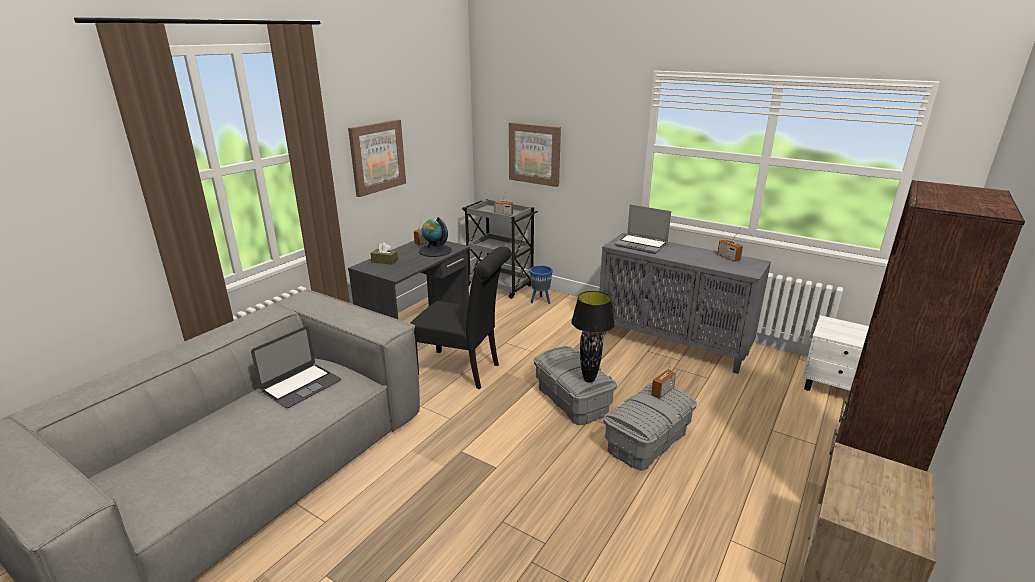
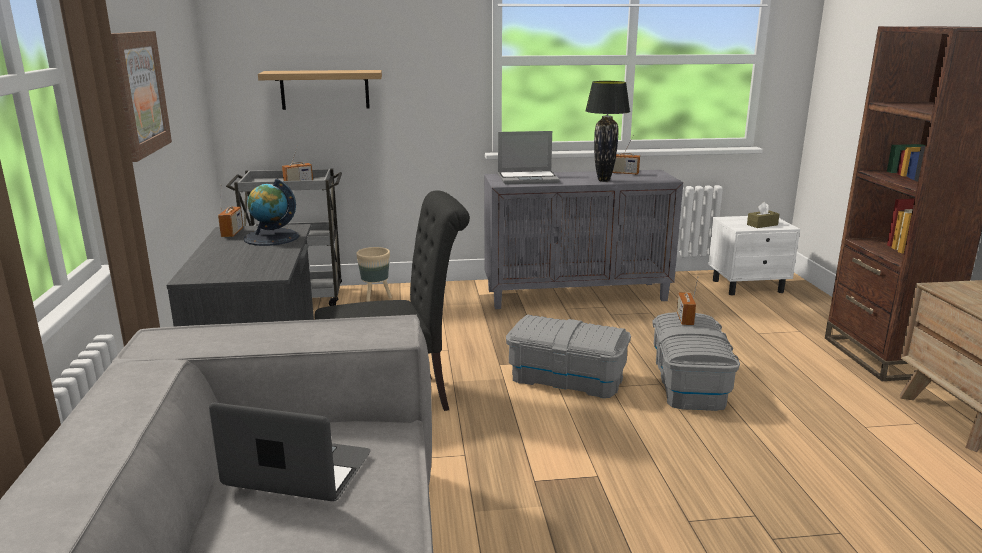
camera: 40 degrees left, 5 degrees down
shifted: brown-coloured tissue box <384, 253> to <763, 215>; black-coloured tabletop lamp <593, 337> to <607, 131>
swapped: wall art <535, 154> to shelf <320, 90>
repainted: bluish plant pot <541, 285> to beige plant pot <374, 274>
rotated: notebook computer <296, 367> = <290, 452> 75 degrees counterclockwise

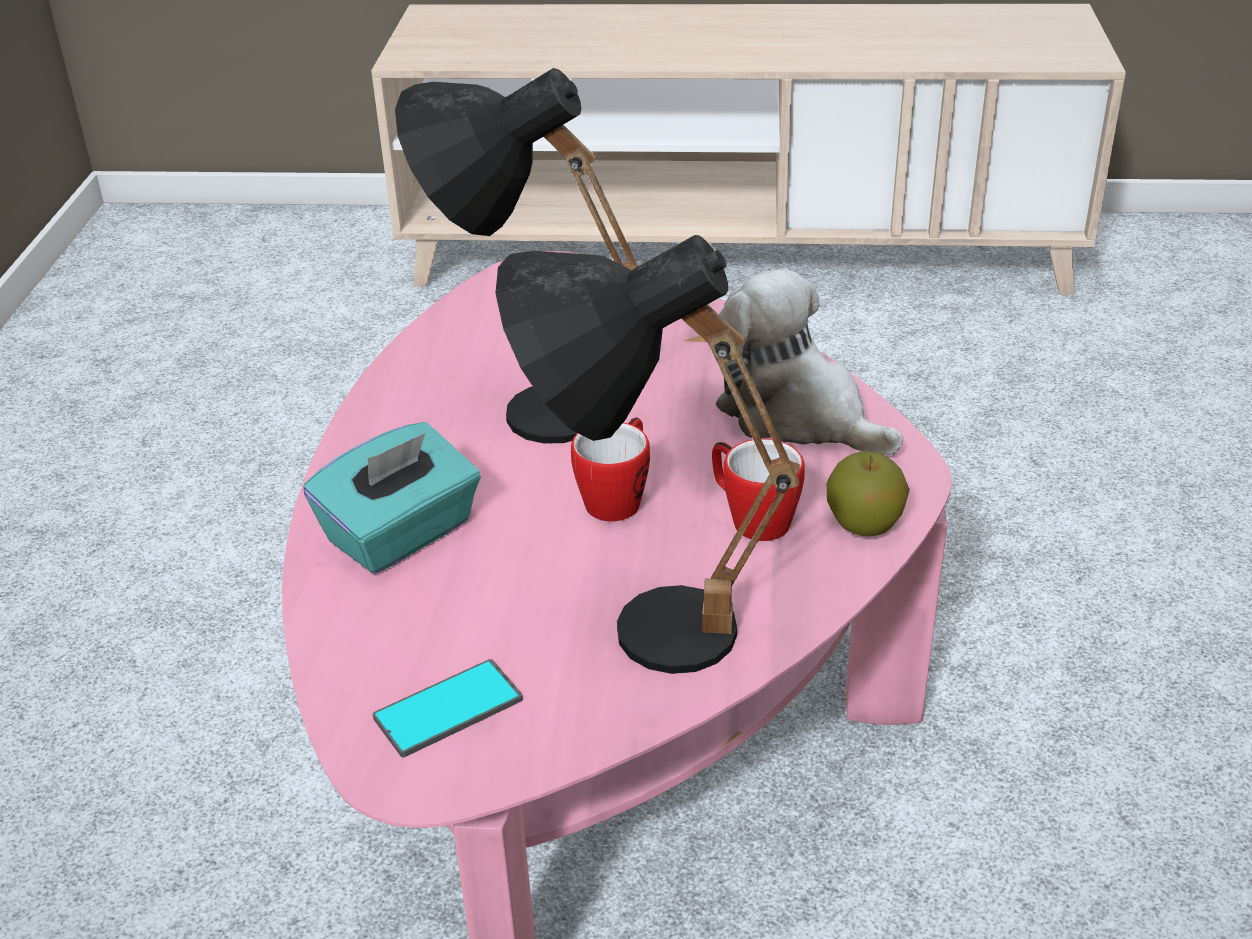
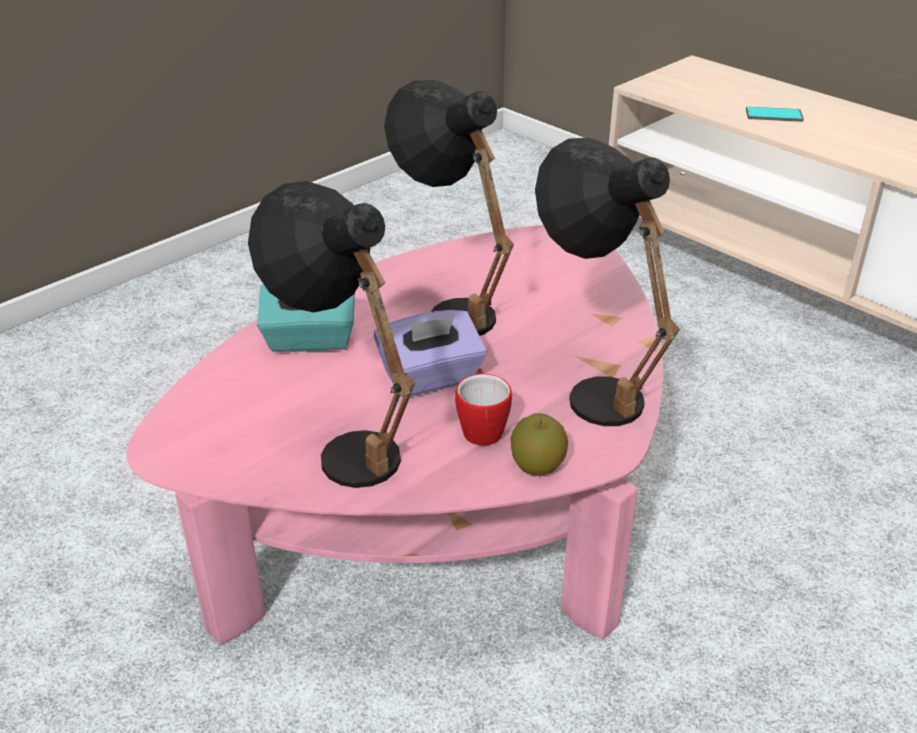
camera: 40 degrees right, 0 degrees up
shifted: phone <448, 708> to <775, 114>
swapped: tea mug <610, 469> to purple tissue box <430, 354>; soft toy <809, 362> to black-coloured tabletop lamp <607, 282>

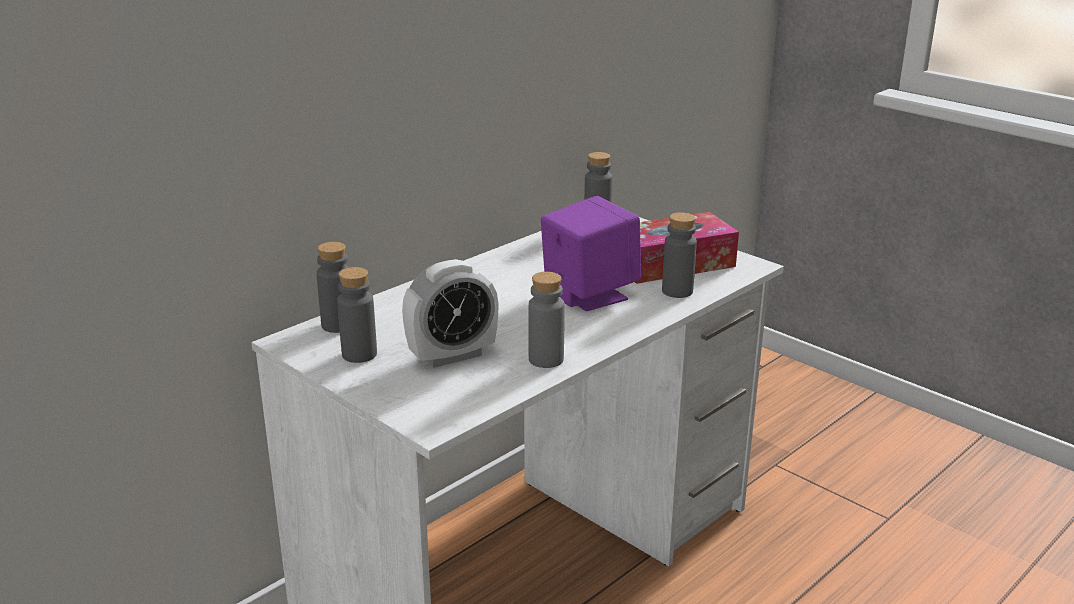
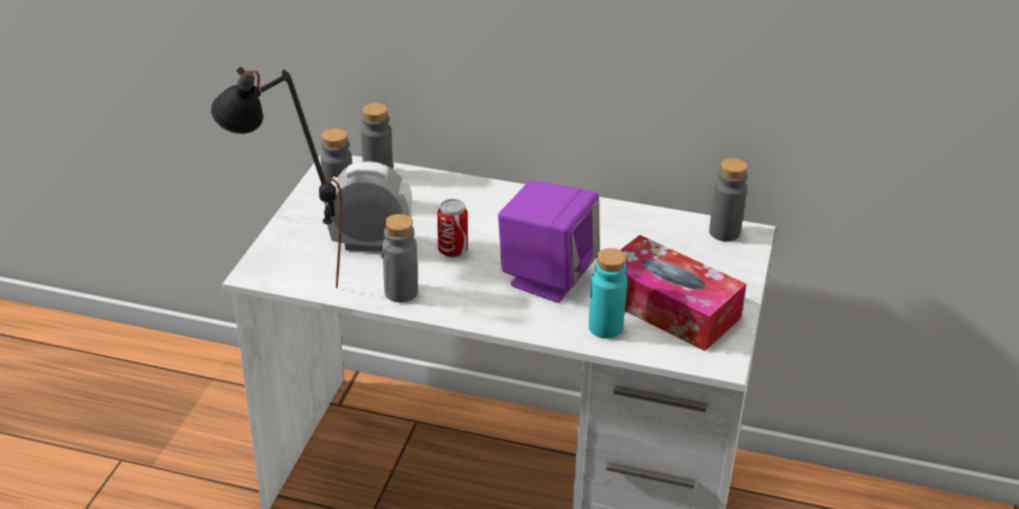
camera: 60 degrees right, 10 degrees up
new: black-coloured tabletop lamp <277, 177>; metal can <452, 228>
repainted: grey bottle <679, 255> to blue-green bottle <608, 293>
rotated: bedside clock <450, 313> = <368, 206> 150 degrees clockwise

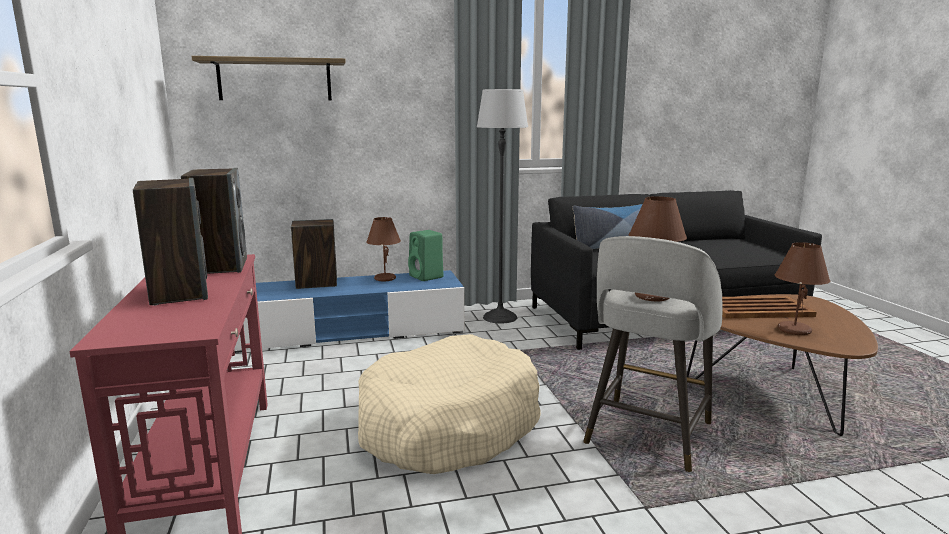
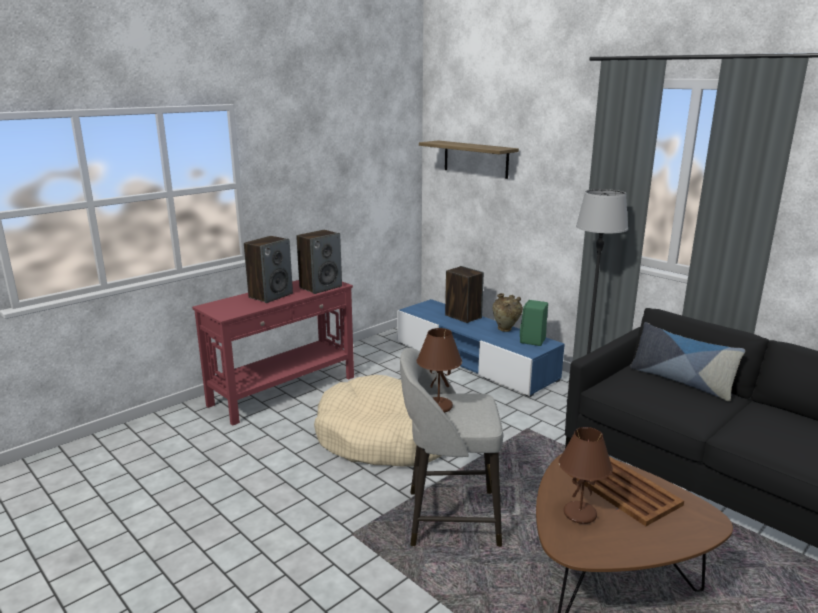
camera: 60 degrees right, 5 degrees up
swapped: brown-coloured tabletop lamp <383, 249> to beige flower vase <508, 312>

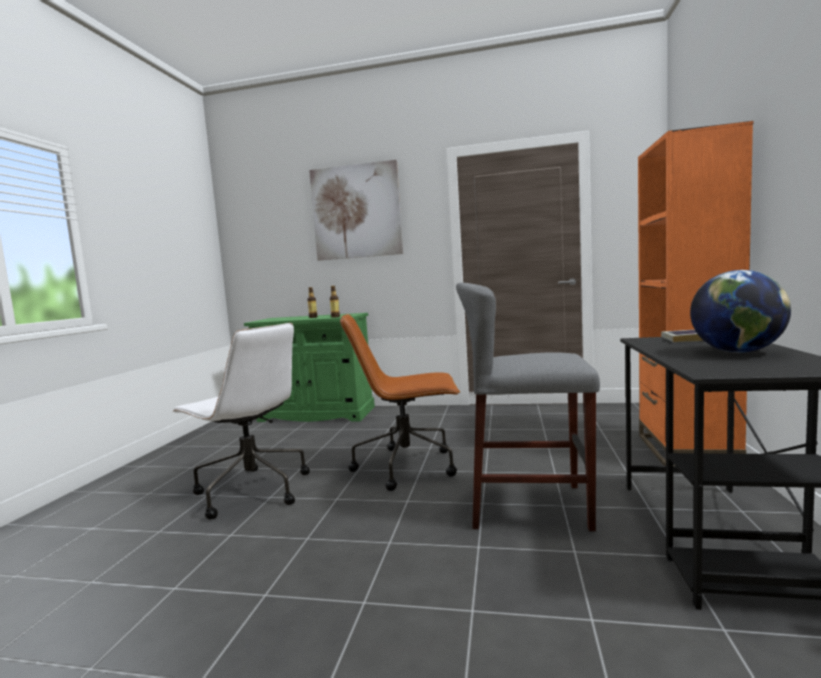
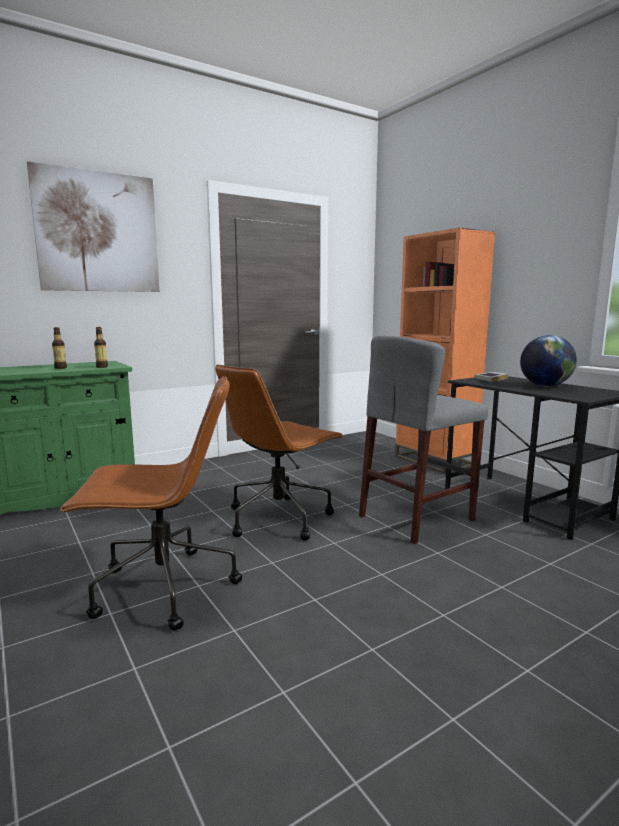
camera: 45 degrees left, 5 degrees up
repainted: whitish desk chair <241, 421> to brown-coloured desk chair <150, 503>

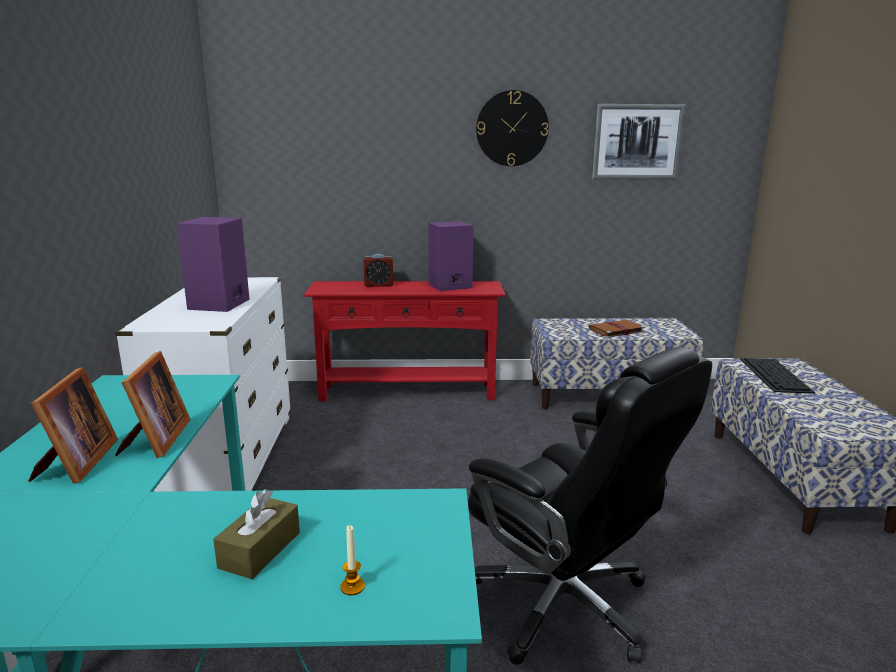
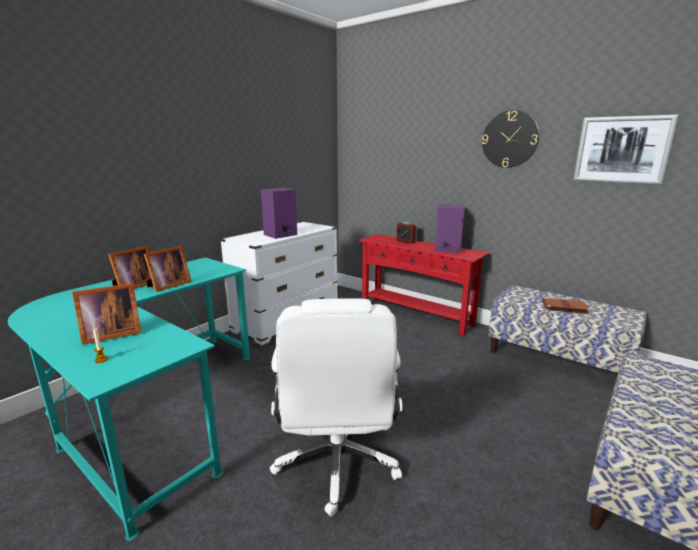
camera: 40 degrees right, 0 degrees up
gone: keyboard <777, 376>
swapped: brown-coloured tissue box <256, 534> to photo frame <106, 314>
repainted: black-coloured desk chair <590, 506> to whitish desk chair <336, 407>

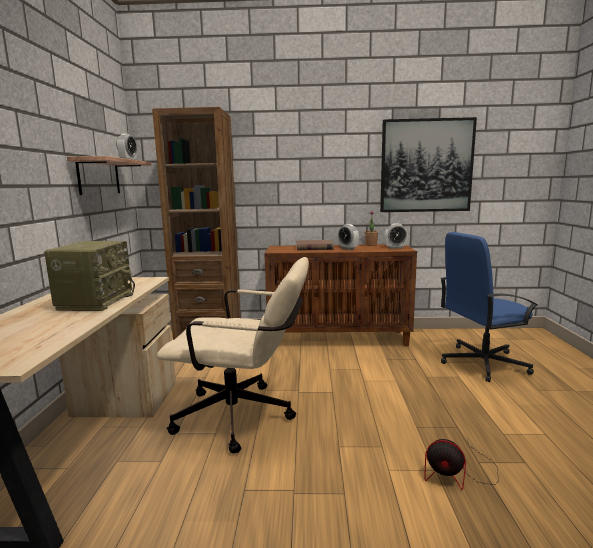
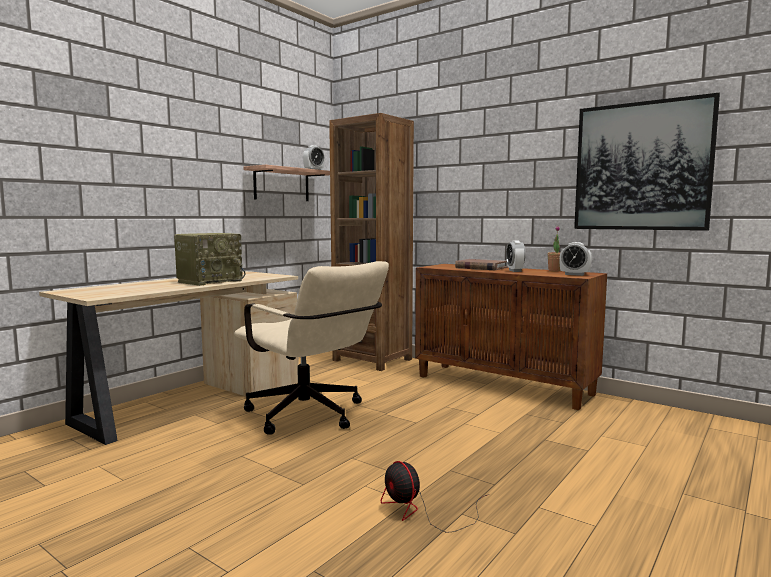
camera: 35 degrees right, 5 degrees down
gone: bluish desk chair <489, 307>

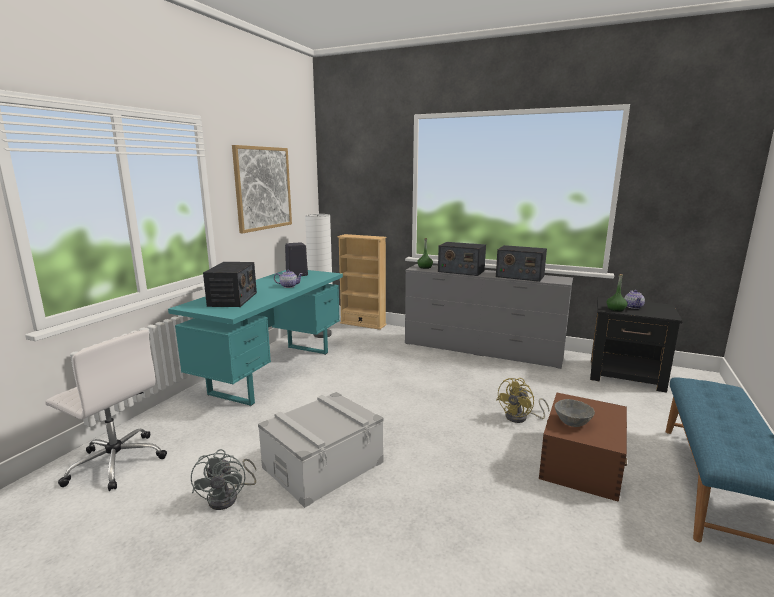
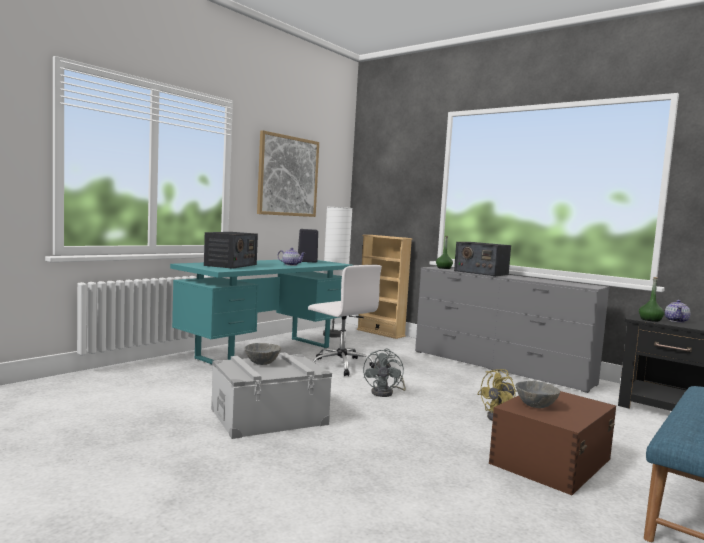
camera: 15 degrees right, 10 degrees down
gone: radio set <521, 263>
new: grey serving bowl <263, 354>
shifted: whitish desk chair <106, 410> to <345, 320>; grey fan <223, 479> to <384, 372>

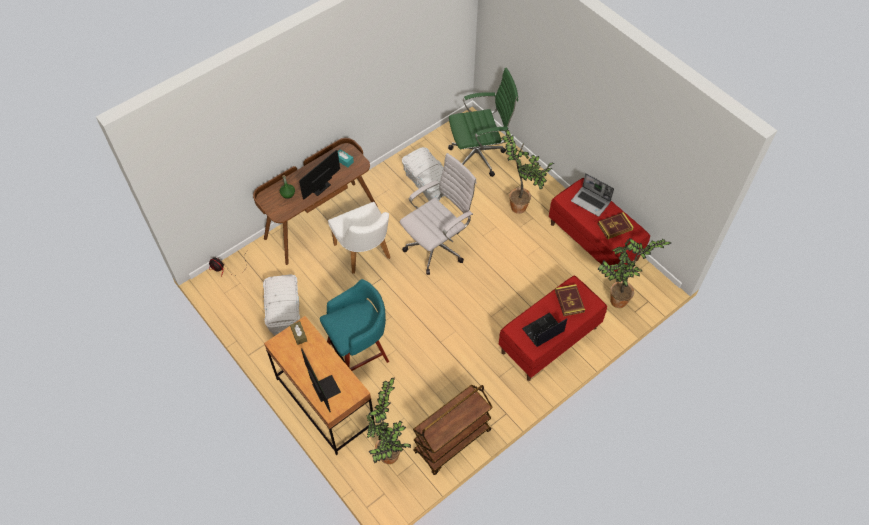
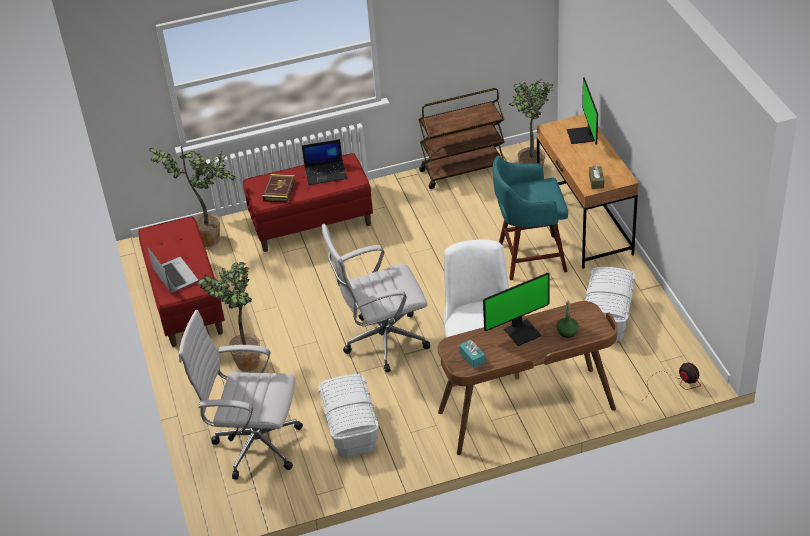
camera: 155 degrees left, 15 degrees down
gone: volume <616, 225>
repainted: greenish desk chair <483, 122> to whitish desk chair <241, 395>

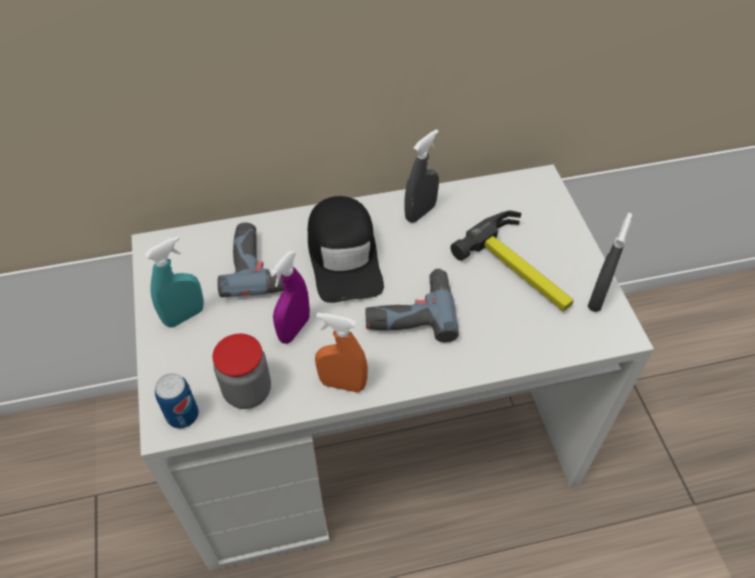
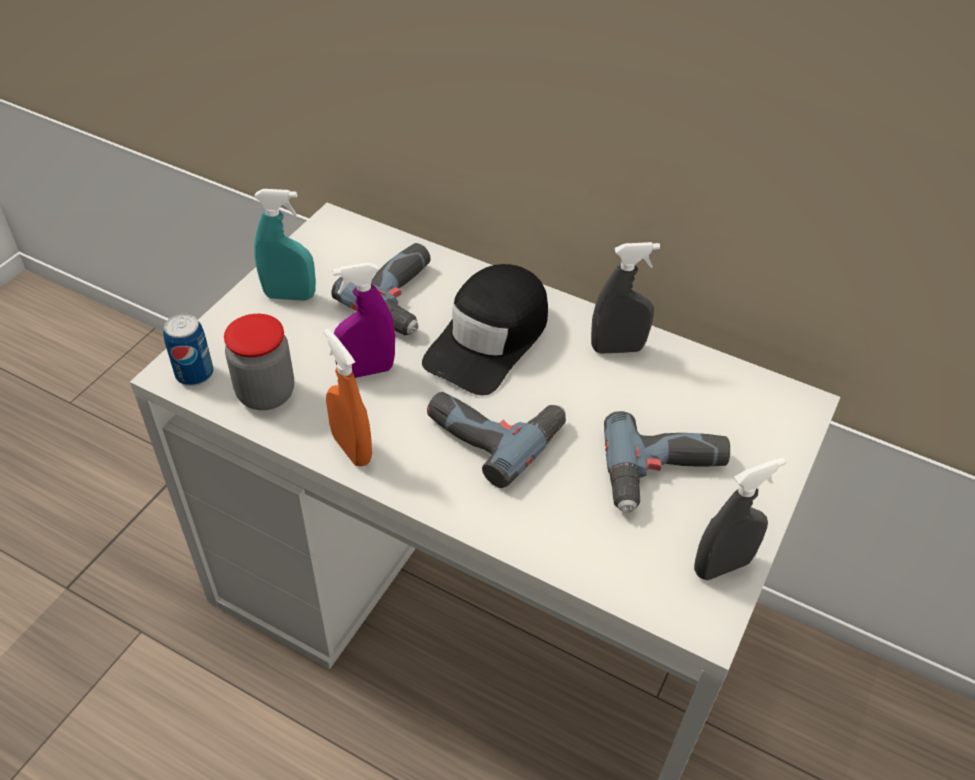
camera: 40 degrees right, 5 degrees down
swapped: hand hammer <512, 260> to electric drill <667, 462>

